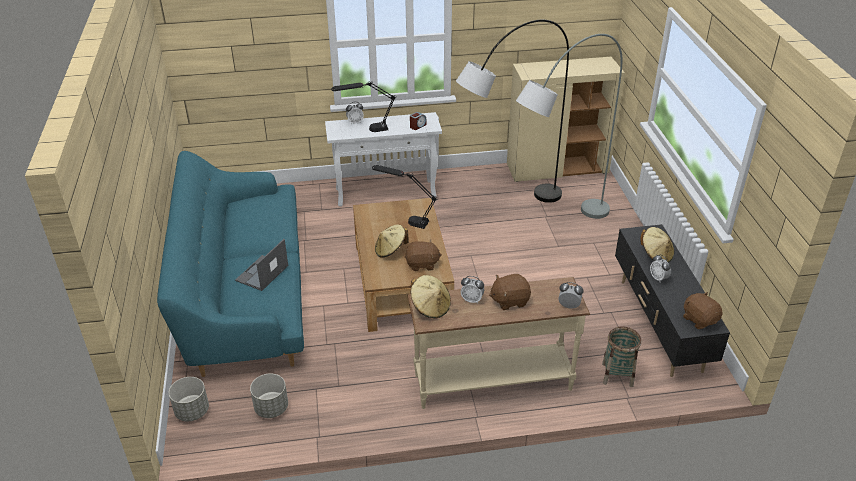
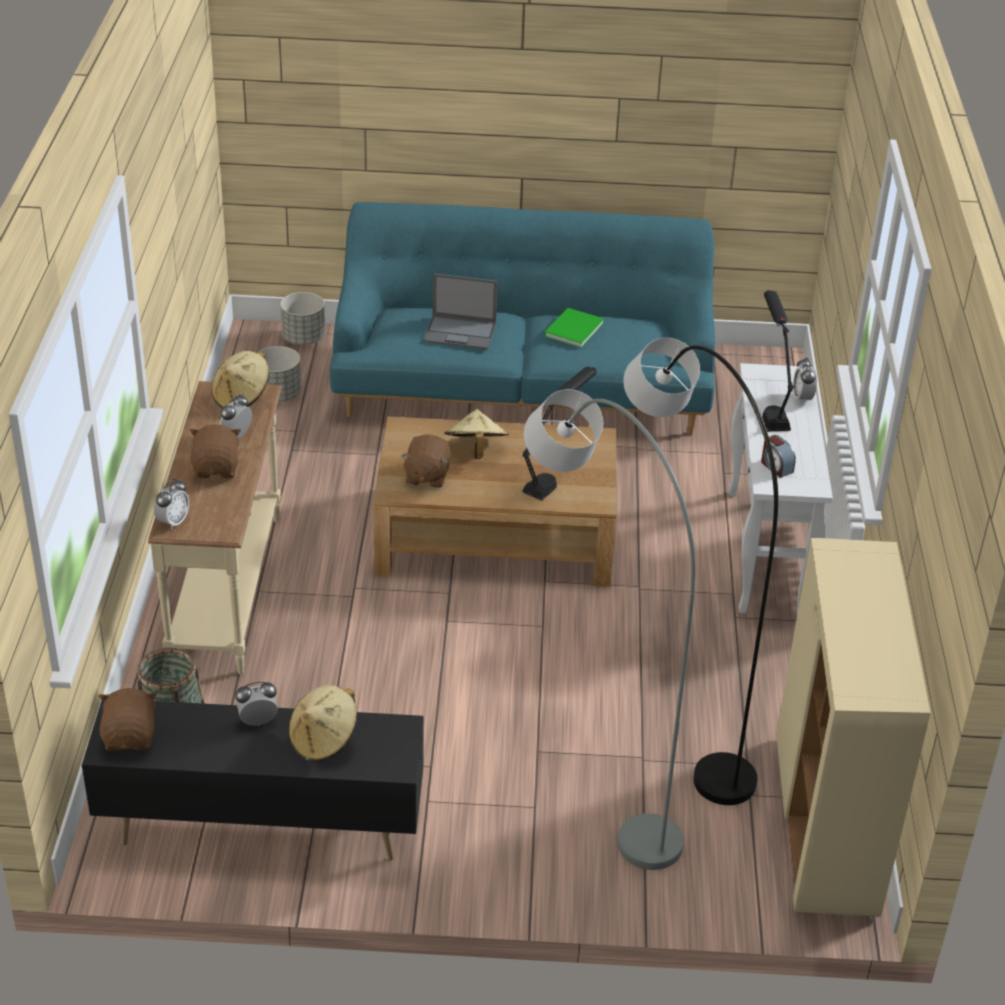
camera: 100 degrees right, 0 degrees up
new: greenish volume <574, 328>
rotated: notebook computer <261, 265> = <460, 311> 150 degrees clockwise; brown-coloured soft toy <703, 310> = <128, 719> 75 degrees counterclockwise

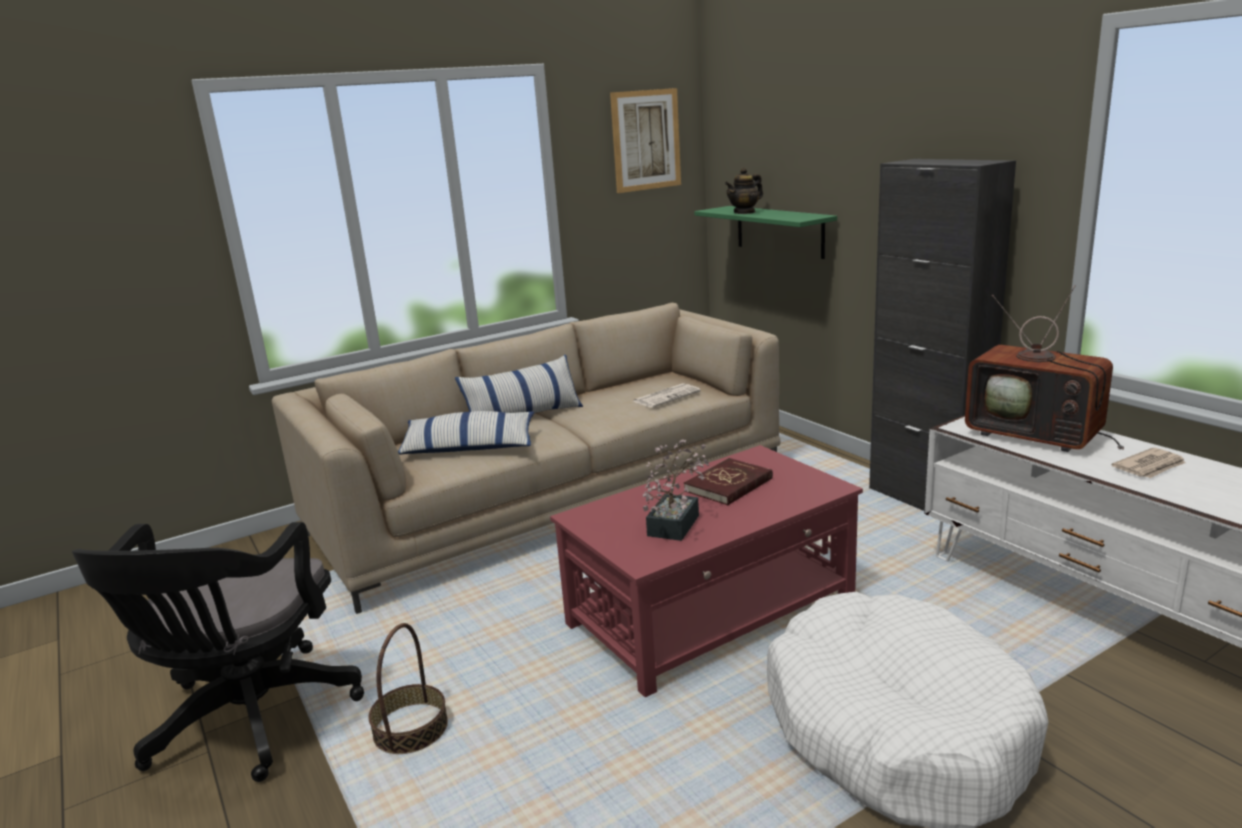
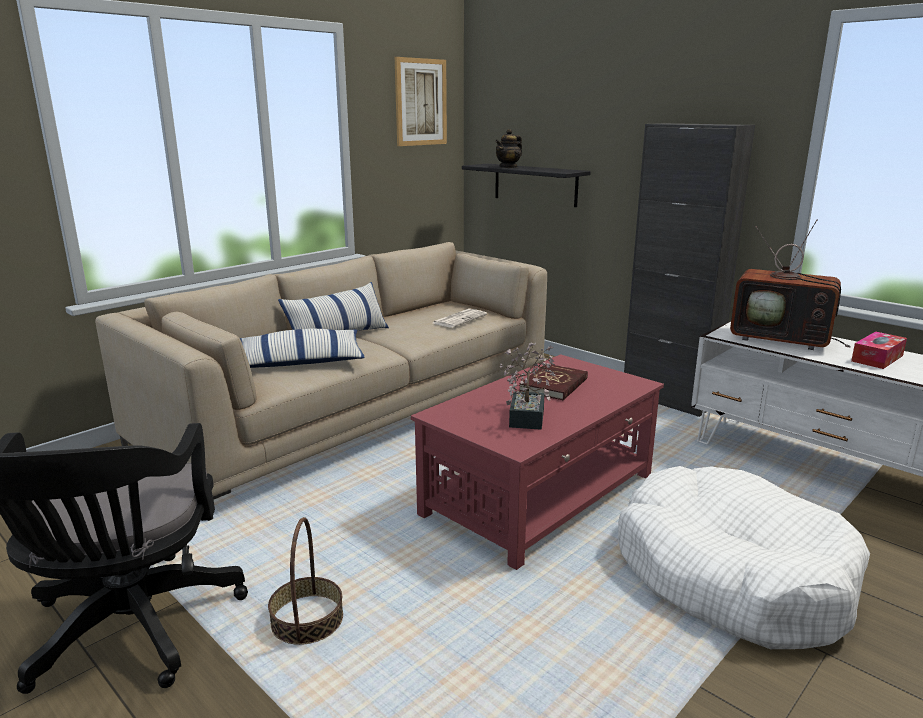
camera: 15 degrees left, 0 degrees up
swapped: newspaper <1148, 463> to tissue box <879, 350>
repainted: greenish shelf <765, 232> to black-coloured shelf <526, 185>

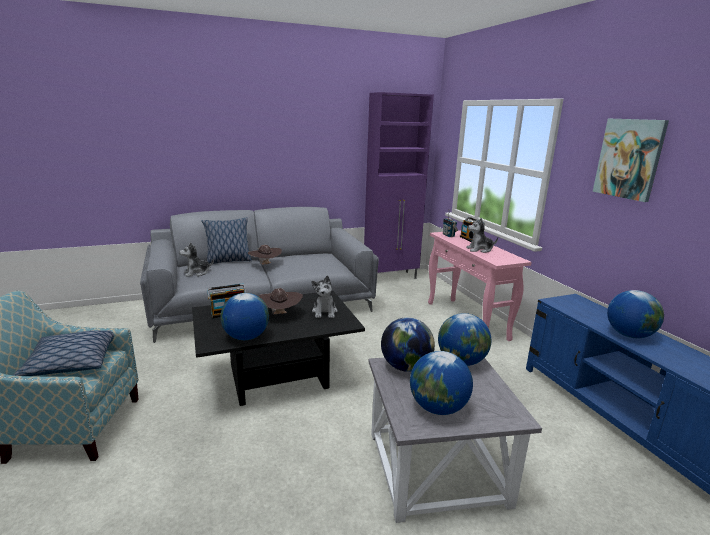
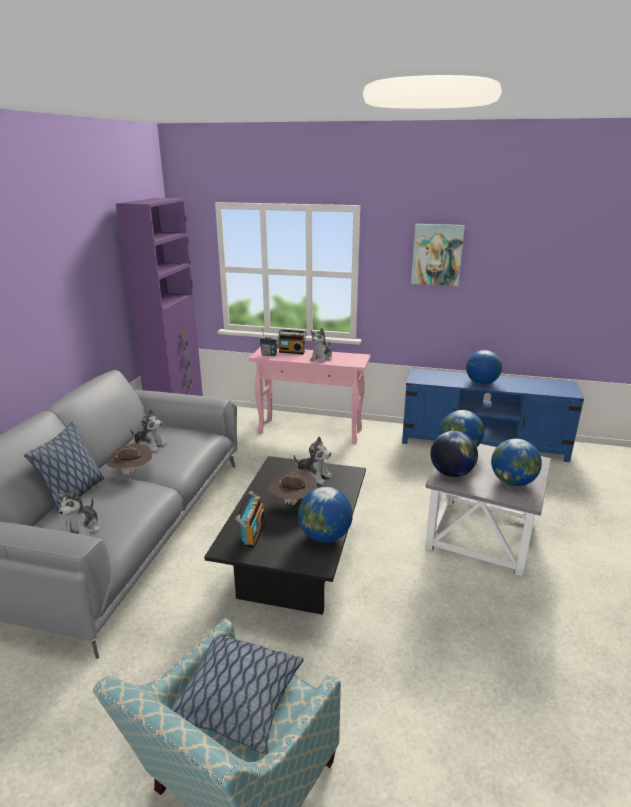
camera: 55 degrees left, 5 degrees up
new: soft toy <148, 430>

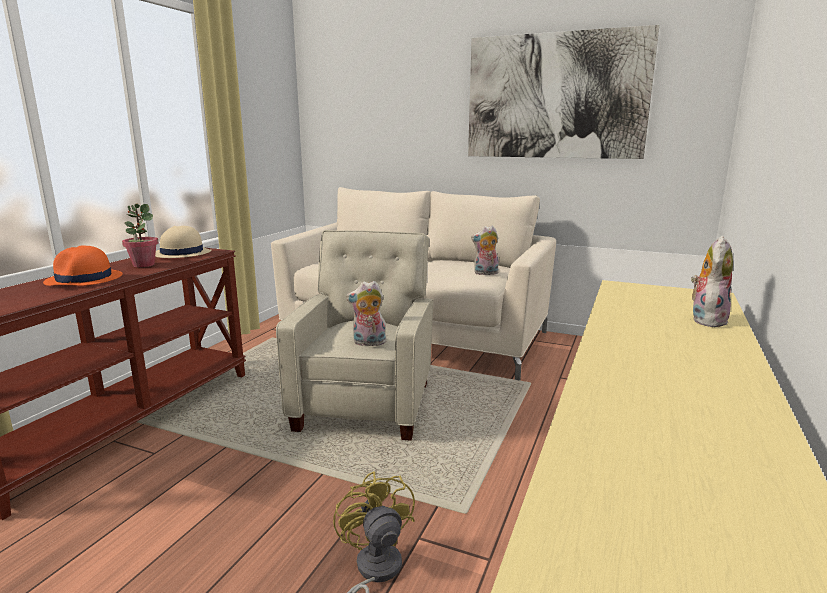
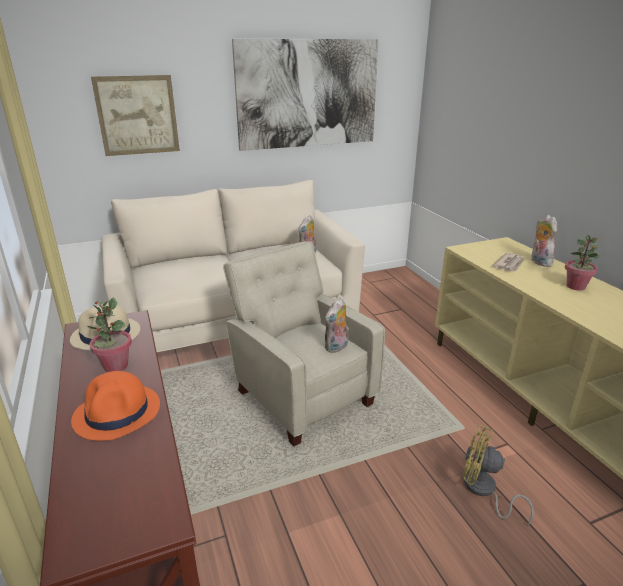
camera: 45 degrees left, 10 degrees up
new: wall art <135, 115>; newspaper <509, 262>; houseplant <582, 263>

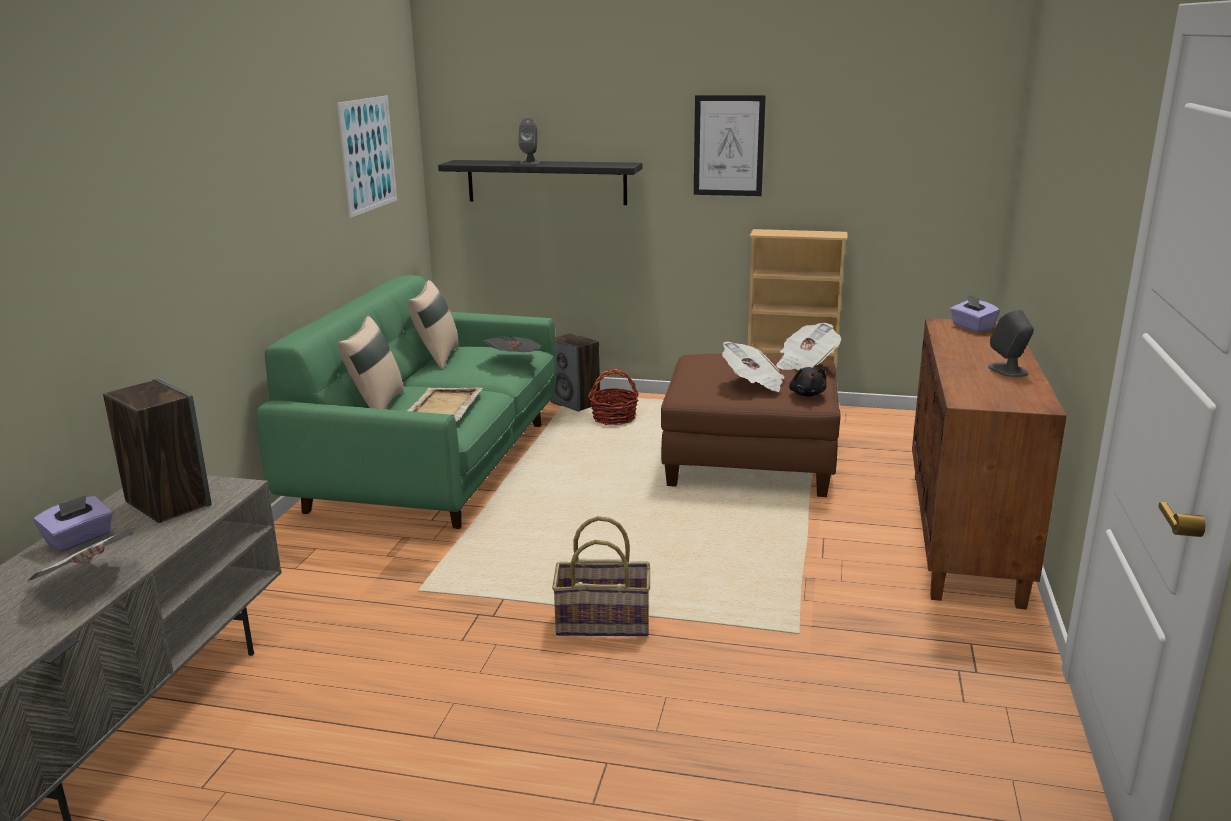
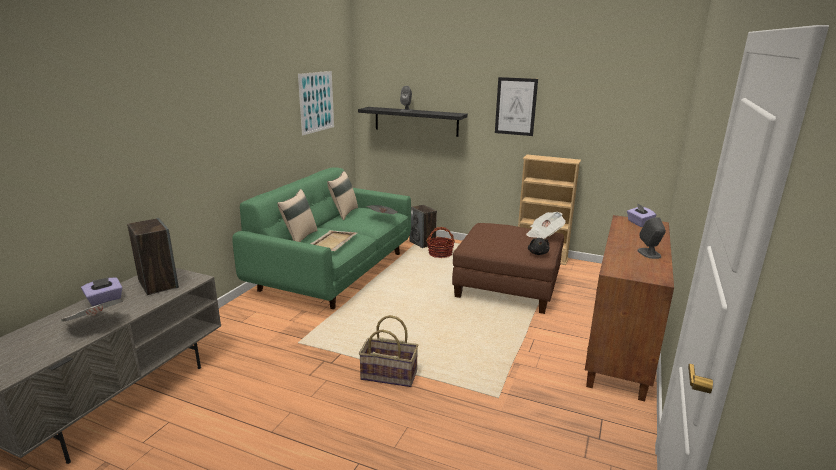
camera: 10 degrees right, 0 degrees up
gone: newspaper <753, 366>

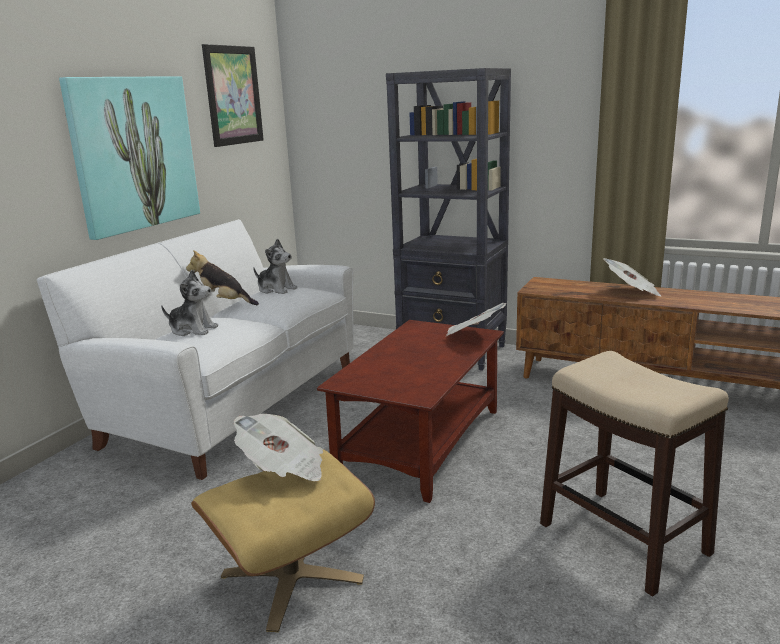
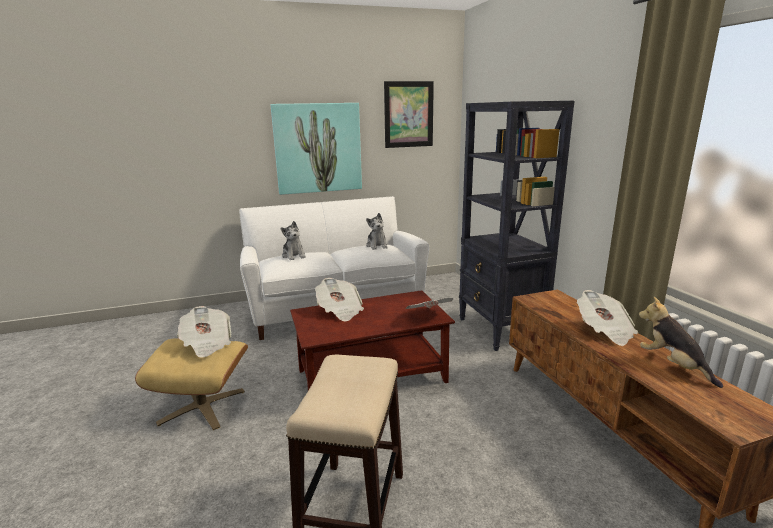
camera: 45 degrees right, 0 degrees up
new: newspaper <339, 300>
shifted: soft toy <222, 277> to <681, 342>

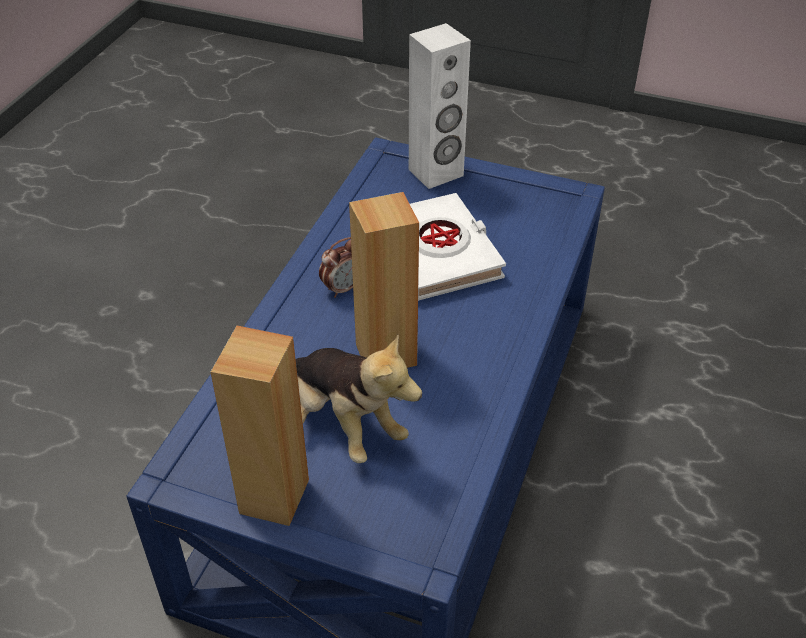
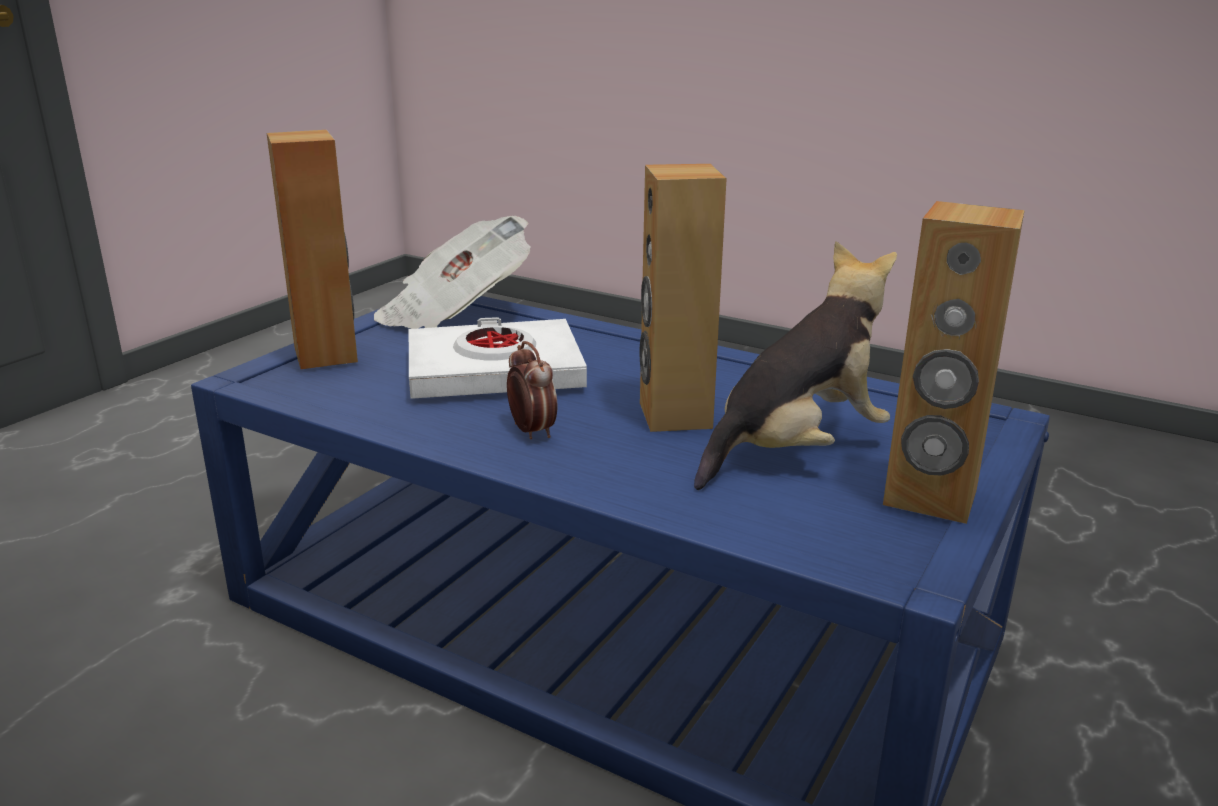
camera: 80 degrees left, 20 degrees down
new: newspaper <452, 272>
repainted: whitish speaker <440, 106> to brown-coloured speaker <312, 249>

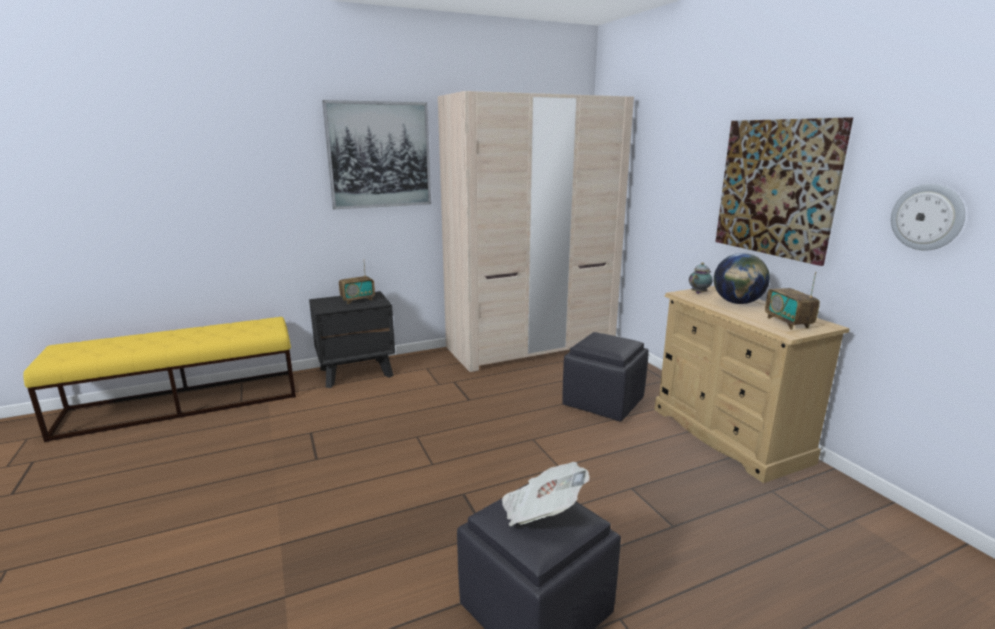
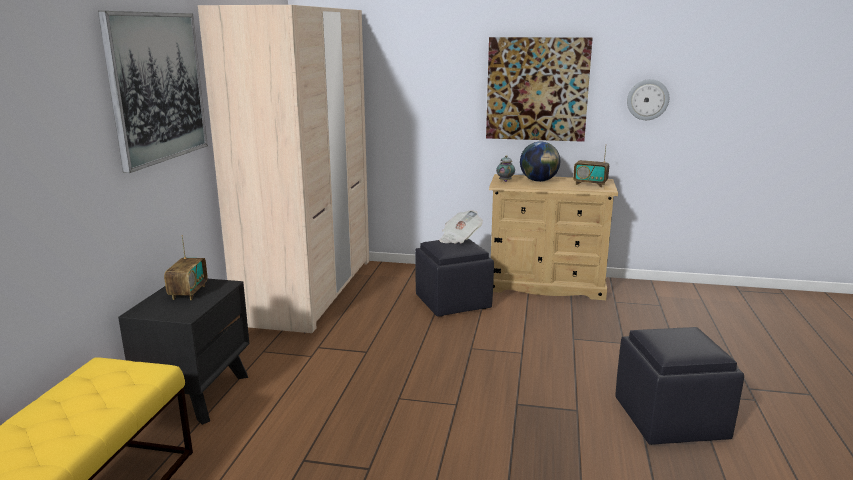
camera: 55 degrees left, 0 degrees up
shifted: newspaper <546, 494> to <461, 226>

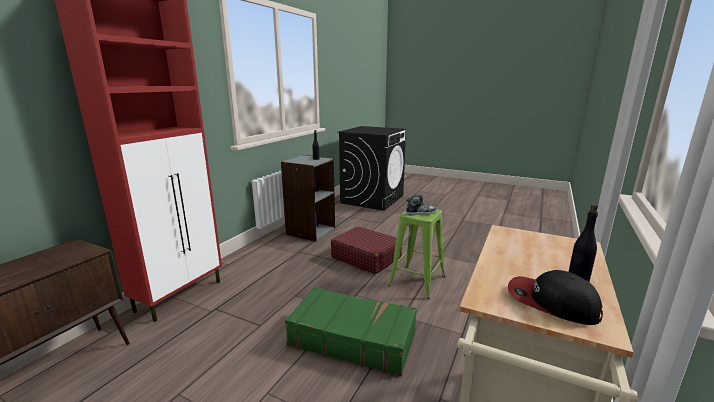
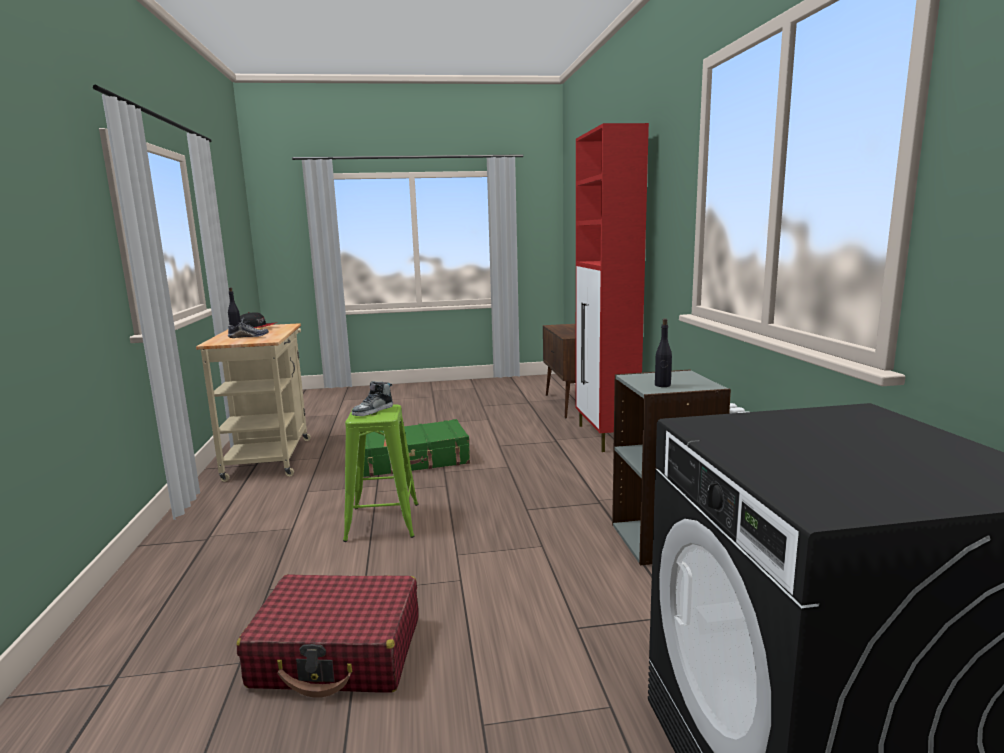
camera: 145 degrees right, 5 degrees down
new: low shoe <248, 328>
shifted: red-coloured travel case <367, 250> to <327, 636>

